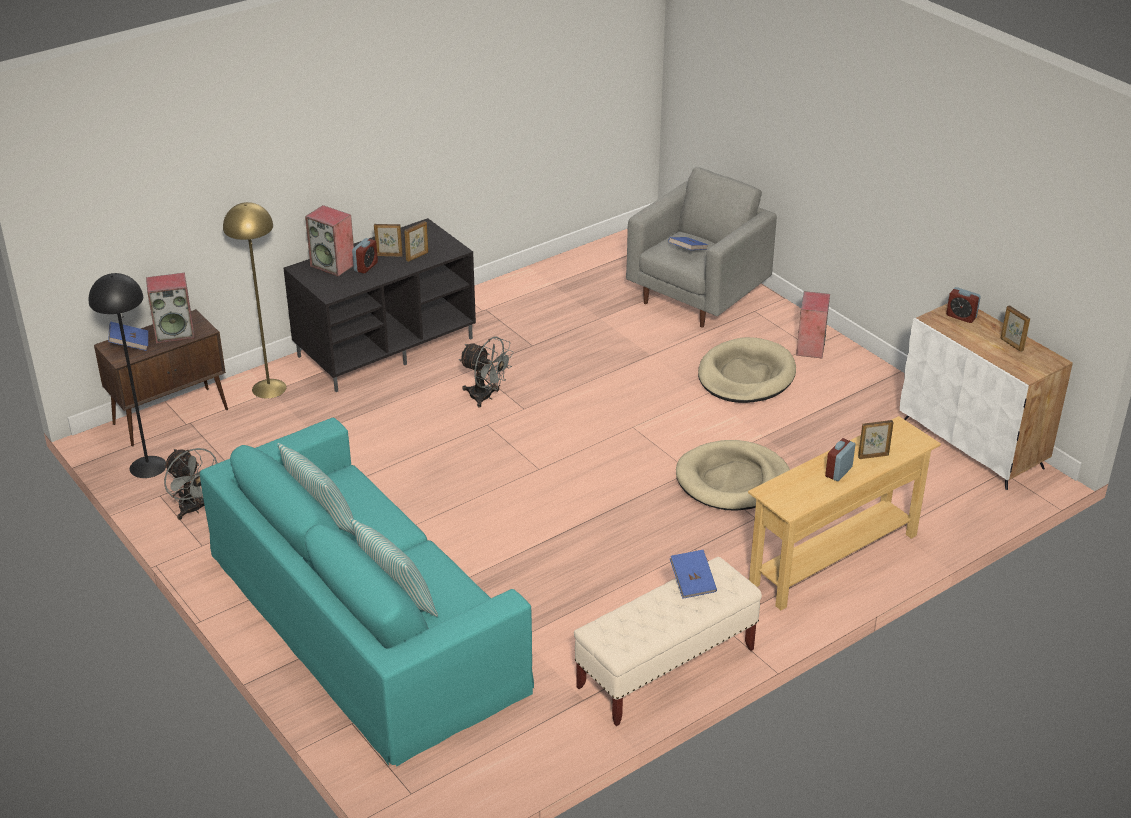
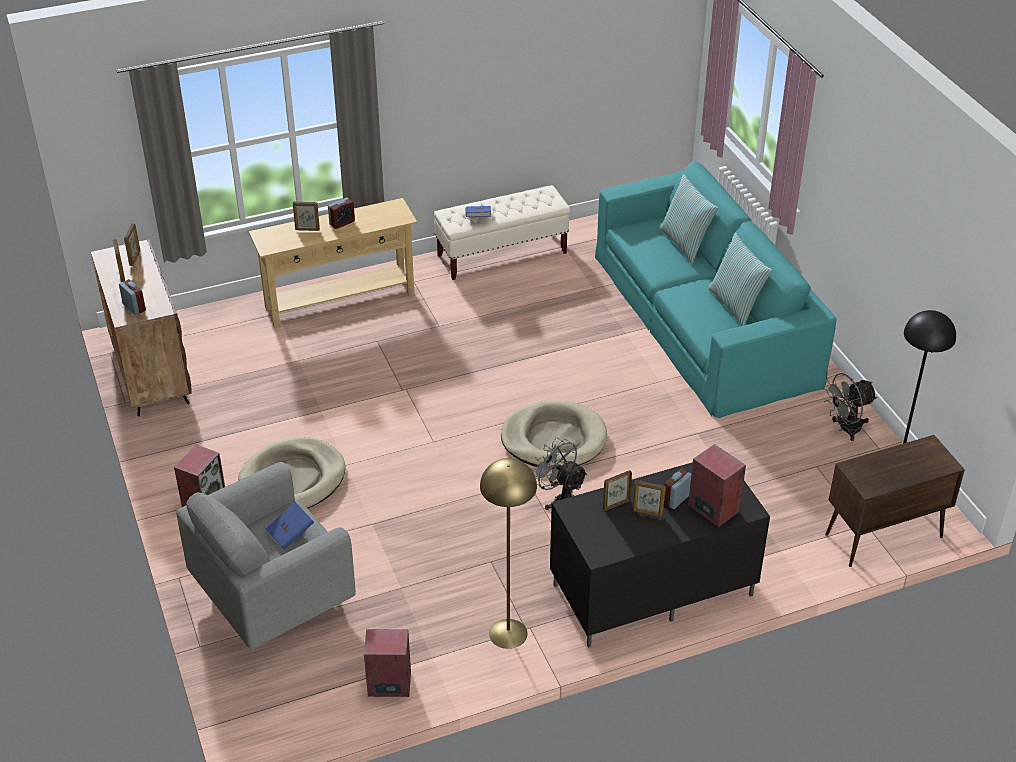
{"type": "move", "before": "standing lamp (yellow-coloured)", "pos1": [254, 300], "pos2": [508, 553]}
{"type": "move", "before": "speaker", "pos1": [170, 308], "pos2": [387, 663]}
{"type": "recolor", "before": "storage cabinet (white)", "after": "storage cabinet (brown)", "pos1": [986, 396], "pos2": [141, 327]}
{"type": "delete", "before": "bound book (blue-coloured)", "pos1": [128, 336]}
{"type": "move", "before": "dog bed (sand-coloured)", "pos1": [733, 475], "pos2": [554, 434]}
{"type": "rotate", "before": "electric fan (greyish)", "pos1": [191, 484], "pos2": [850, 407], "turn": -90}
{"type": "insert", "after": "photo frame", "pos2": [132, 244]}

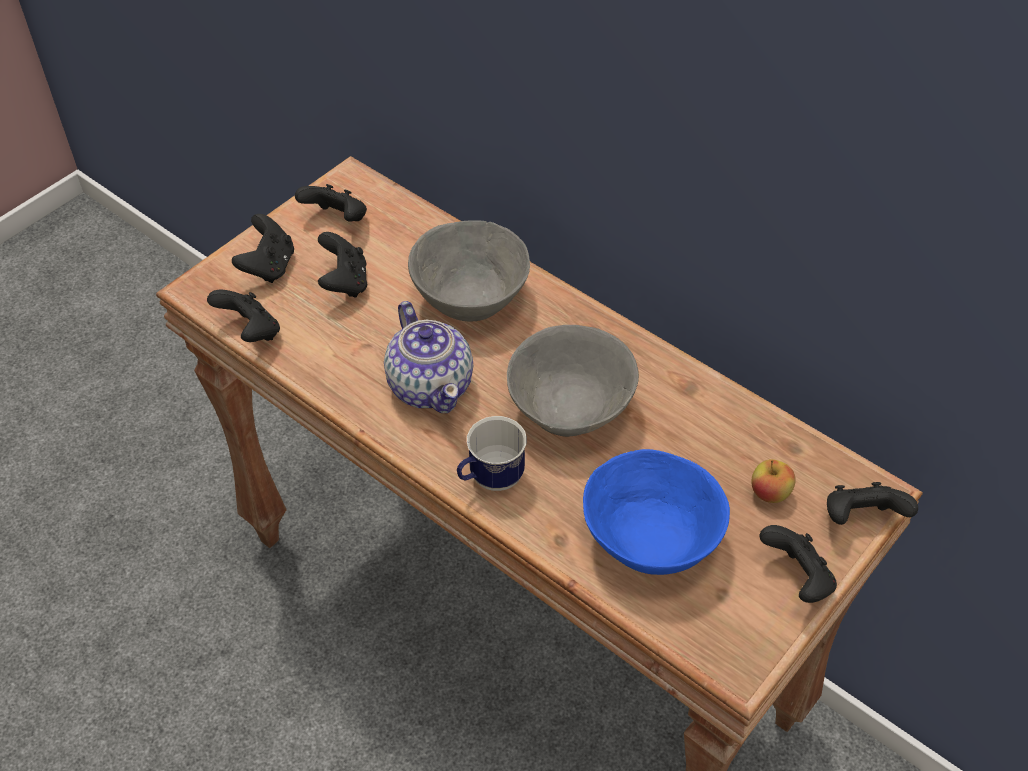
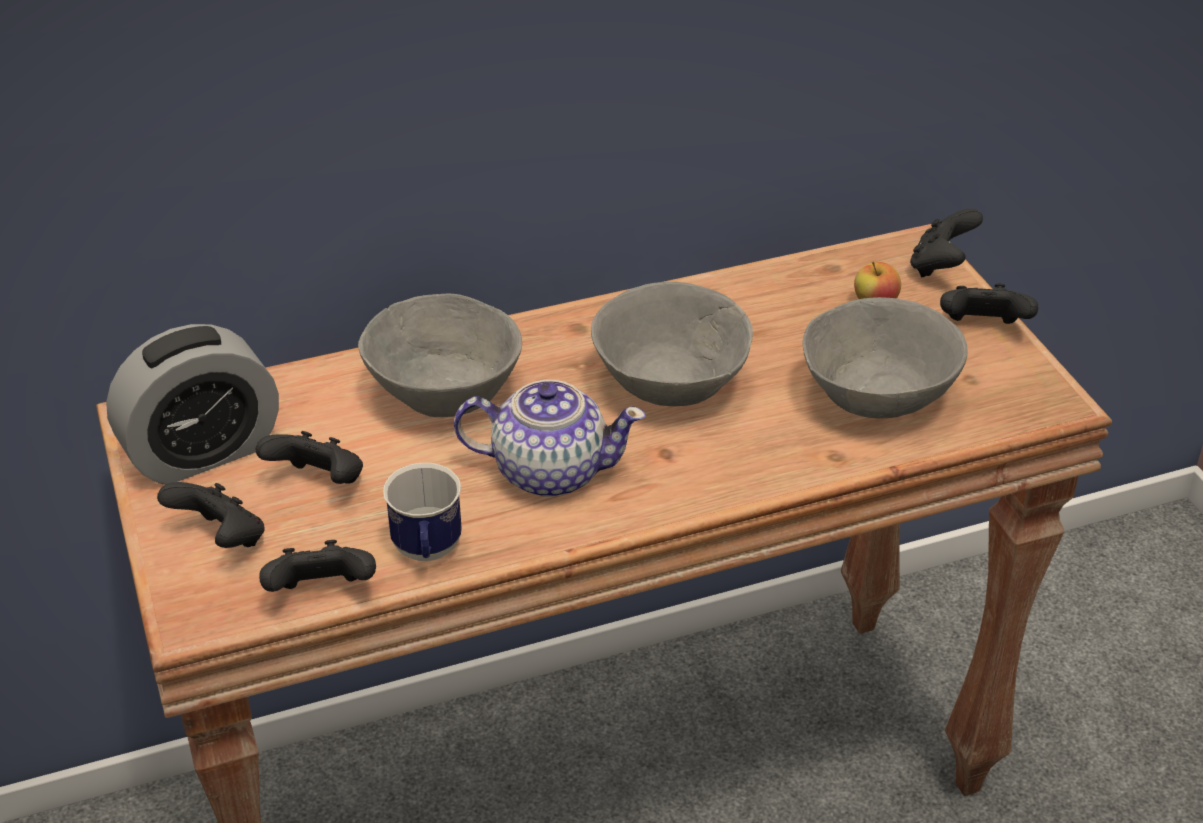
{"type": "replace", "before": "joypad (black-coloured)", "after": "bedside clock", "pos1": [331, 203], "pos2": [192, 404]}
{"type": "move", "before": "mug", "pos1": [492, 453], "pos2": [422, 512]}
{"type": "recolor", "before": "serving bowl (blue-coloured)", "after": "serving bowl (greyish)", "pos1": [656, 512], "pos2": [885, 357]}

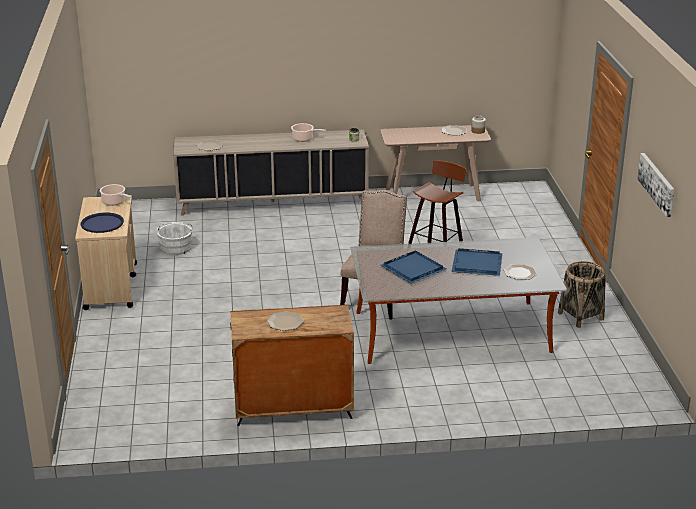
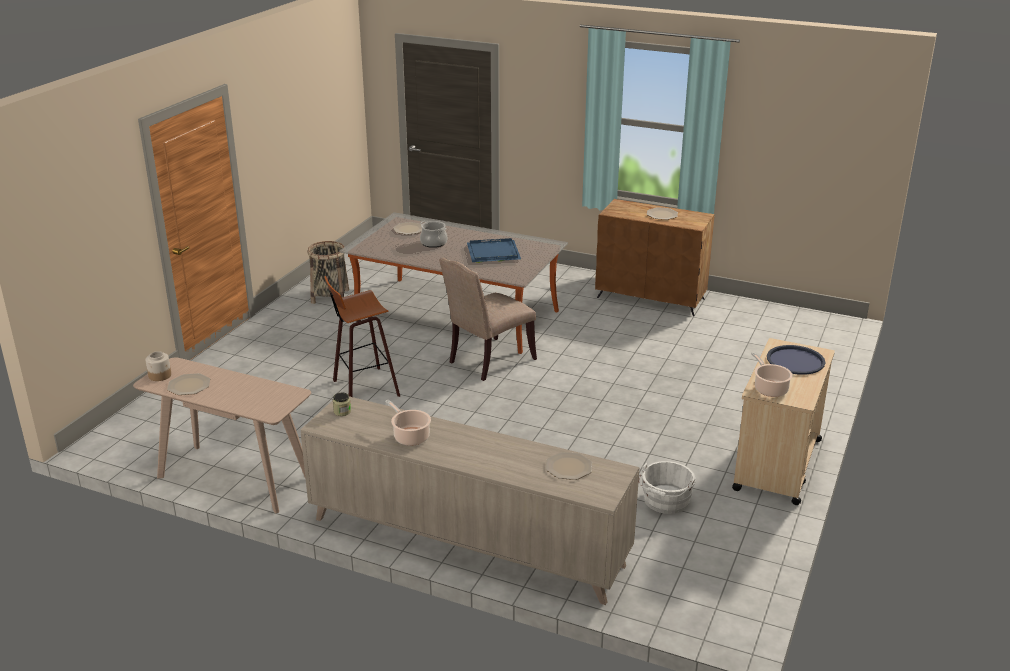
{"type": "delete", "before": "wall art", "pos1": [656, 185]}
{"type": "replace", "before": "tray (blue-coloured)", "after": "saucepot", "pos1": [476, 262], "pos2": [433, 234]}

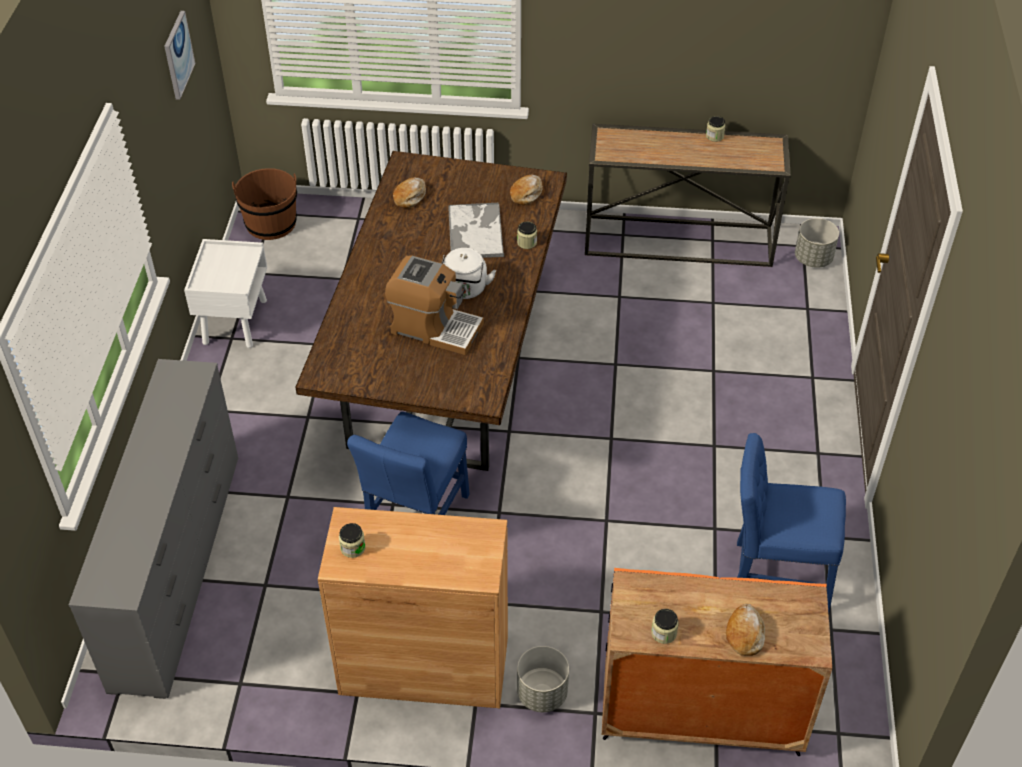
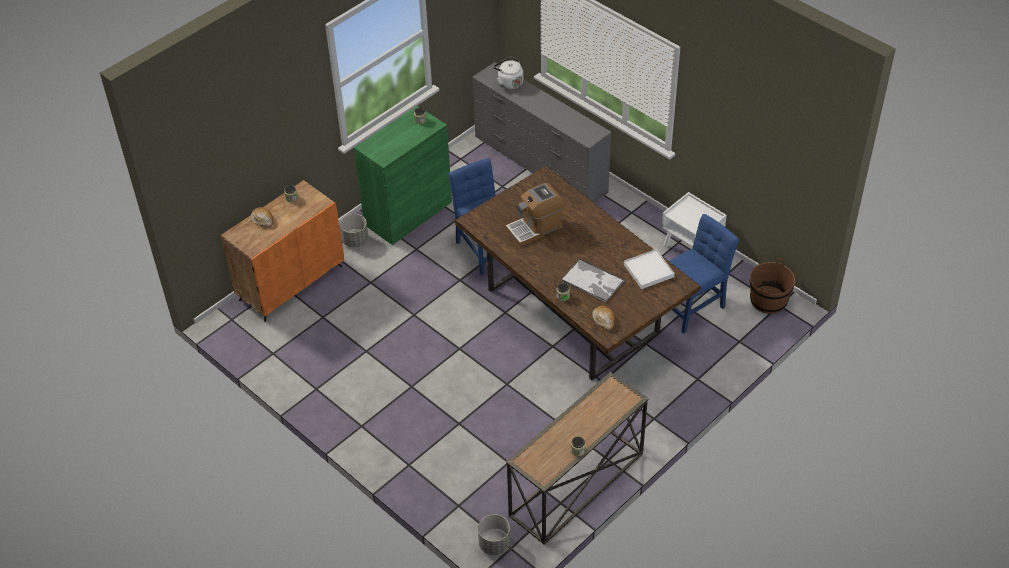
{"type": "delete", "before": "wall art", "pos1": [179, 55]}
{"type": "replace", "before": "baked bread", "after": "tray (white)", "pos1": [409, 193], "pos2": [649, 269]}
{"type": "move", "before": "kettle (white)", "pos1": [468, 273], "pos2": [508, 73]}
{"type": "move", "before": "chair (blue-coloured)", "pos1": [791, 523], "pos2": [704, 273]}
{"type": "recolor", "before": "storage cabinet (brown)", "after": "storage cabinet (green-coloured)", "pos1": [413, 607], "pos2": [403, 175]}

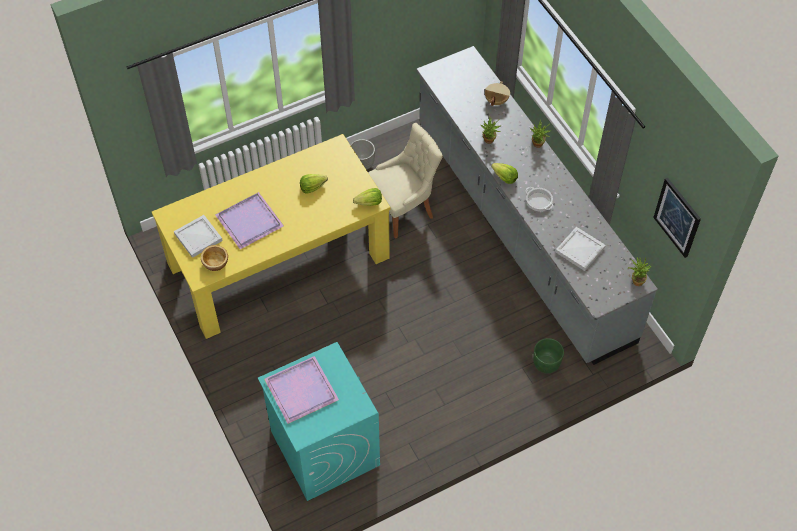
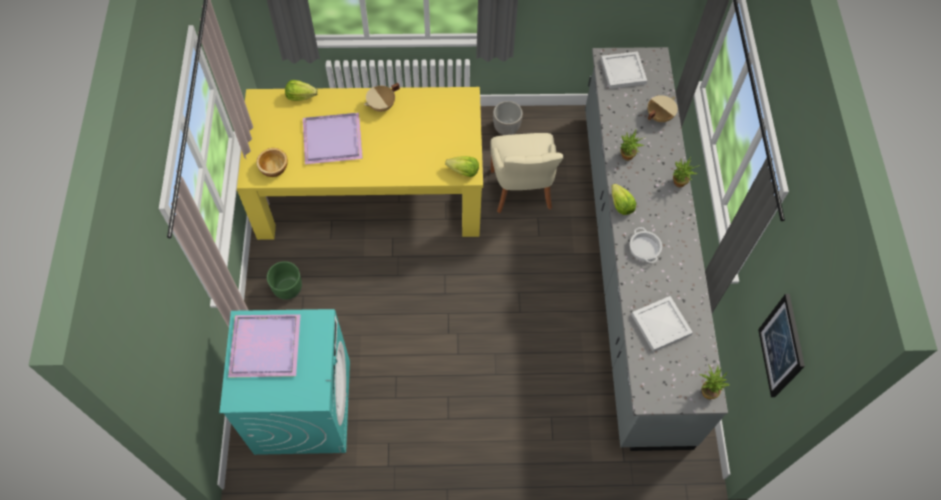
{"type": "rotate", "before": "chair (sand-coloured)", "pos1": [405, 181], "pos2": [527, 173], "turn": 90}
{"type": "move", "before": "lettuce head", "pos1": [314, 184], "pos2": [301, 90]}
{"type": "move", "before": "tray (white)", "pos1": [198, 236], "pos2": [624, 70]}
{"type": "move", "before": "plant pot (green-coloured)", "pos1": [548, 356], "pos2": [284, 280]}
{"type": "insert", "after": "saucepot (sand-coloured)", "pos2": [382, 97]}

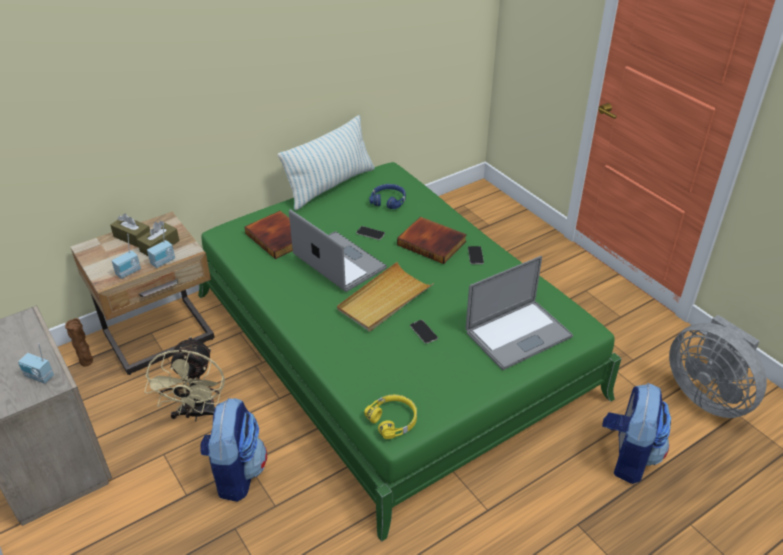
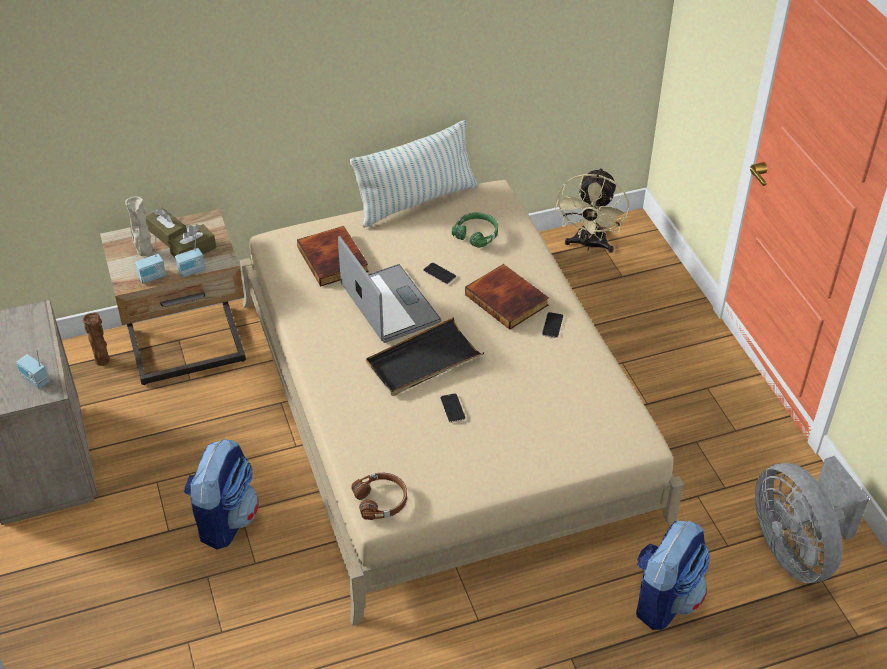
{"type": "recolor", "before": "sleeping bed (green-coloured)", "after": "sleeping bed (sand-coloured)", "pos1": [410, 352], "pos2": [462, 403]}
{"type": "recolor", "before": "headset (blue-coloured)", "after": "headset (green-coloured)", "pos1": [387, 196], "pos2": [475, 230]}
{"type": "delete", "before": "laptop", "pos1": [519, 313]}
{"type": "recolor", "before": "tray (sand-coloured)", "after": "tray (black-coloured)", "pos1": [385, 297], "pos2": [425, 356]}
{"type": "move", "before": "electric fan (sand-coloured)", "pos1": [184, 379], "pos2": [592, 210]}
{"type": "recolor", "before": "headset (yellow-coloured)", "after": "headset (brown)", "pos1": [390, 417], "pos2": [379, 496]}
{"type": "insert", "after": "flower vase (sand-coloured)", "pos2": [138, 226]}

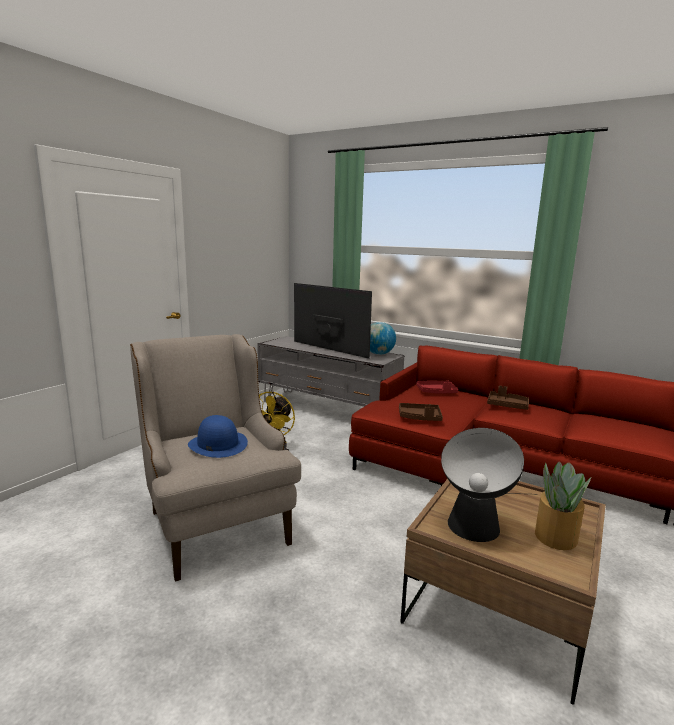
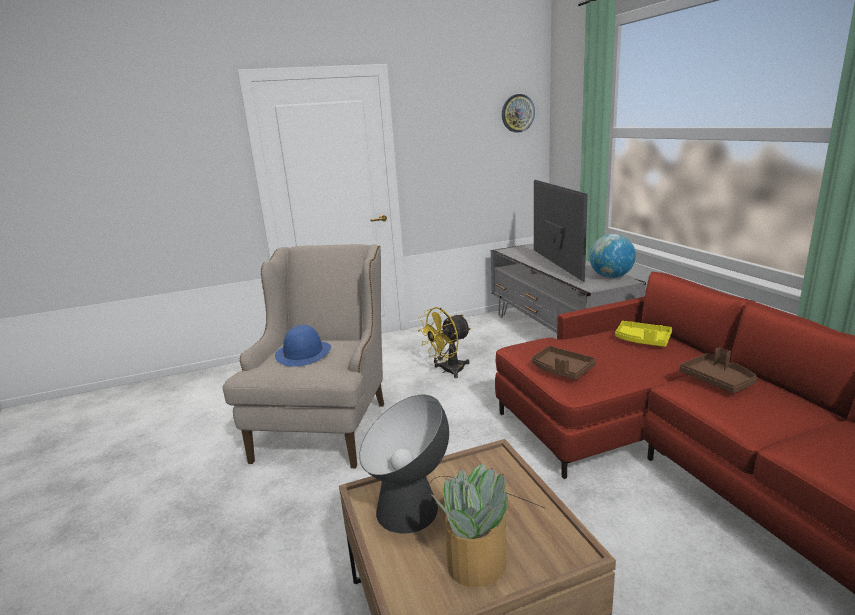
{"type": "recolor", "before": "tray (red-coloured)", "after": "tray (yellow-coloured)", "pos1": [437, 386], "pos2": [643, 334]}
{"type": "insert", "after": "clock on the wall", "pos2": [518, 113]}

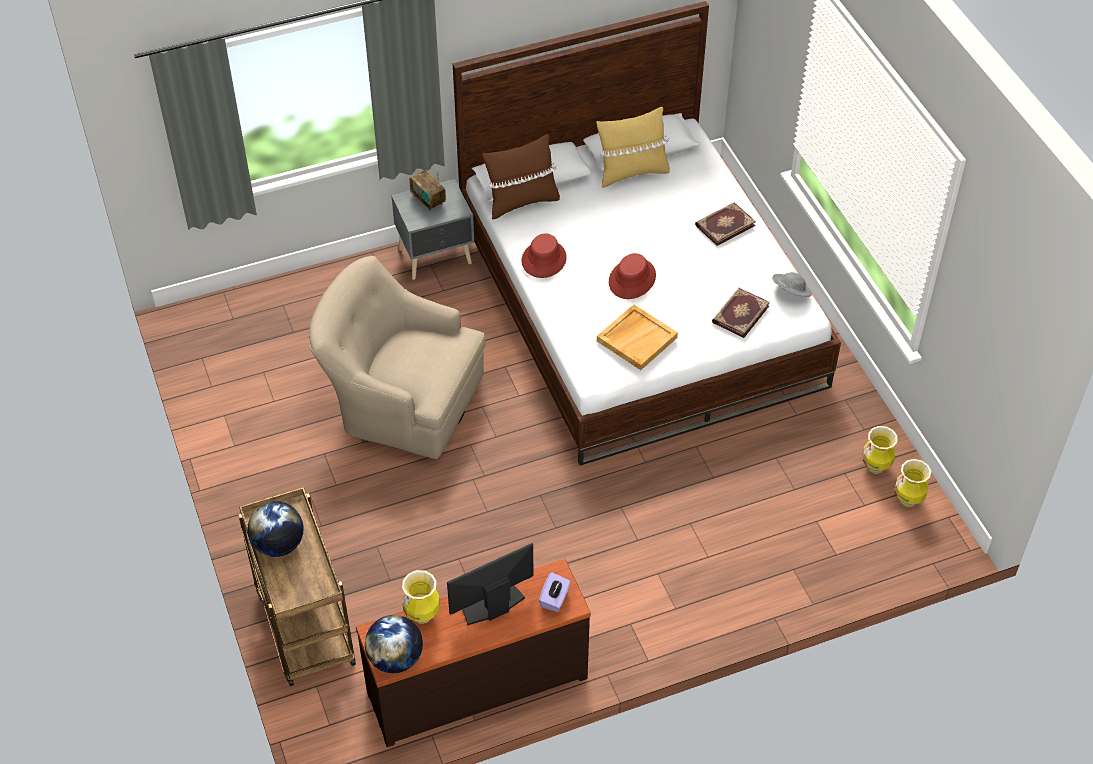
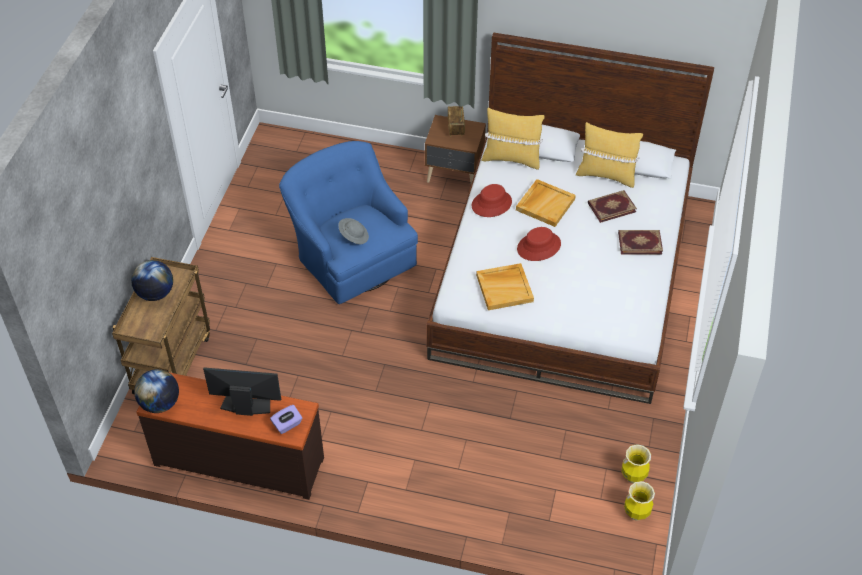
{"type": "recolor", "before": "throw pillow (brown)", "after": "throw pillow (yellow-coloured)", "pos1": [521, 177], "pos2": [513, 138]}
{"type": "recolor", "before": "night table (greyish)", "after": "night table (brown)", "pos1": [432, 229], "pos2": [455, 149]}
{"type": "recolor", "before": "lounge chair (sand-coloured)", "after": "lounge chair (blue-coloured)", "pos1": [397, 357], "pos2": [348, 222]}
{"type": "move", "before": "wearable hat (greyish)", "pos1": [792, 284], "pos2": [353, 231]}
{"type": "move", "before": "bound book", "pos1": [741, 313], "pos2": [612, 206]}
{"type": "delete", "before": "flower vase", "pos1": [421, 597]}
{"type": "insert", "after": "tray (sand-coloured)", "pos2": [546, 203]}

